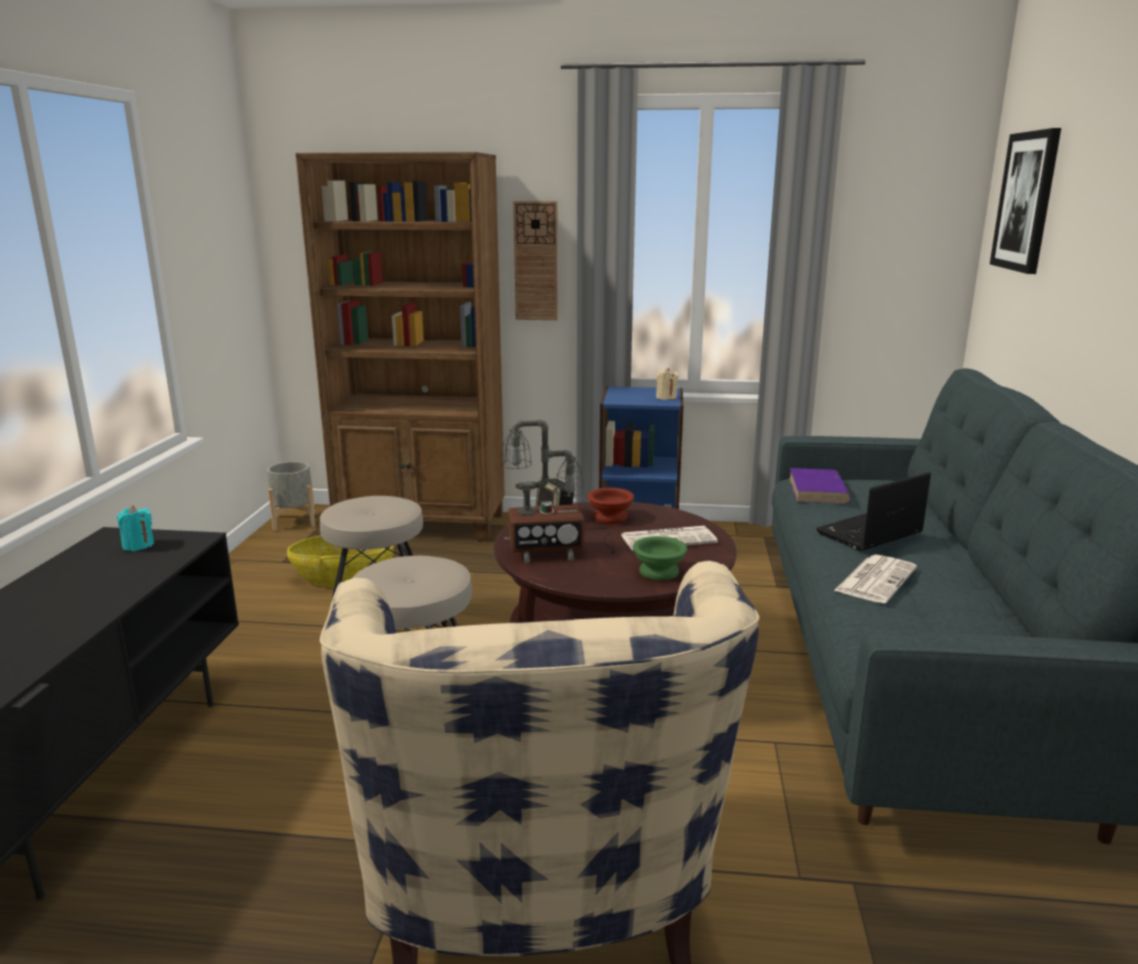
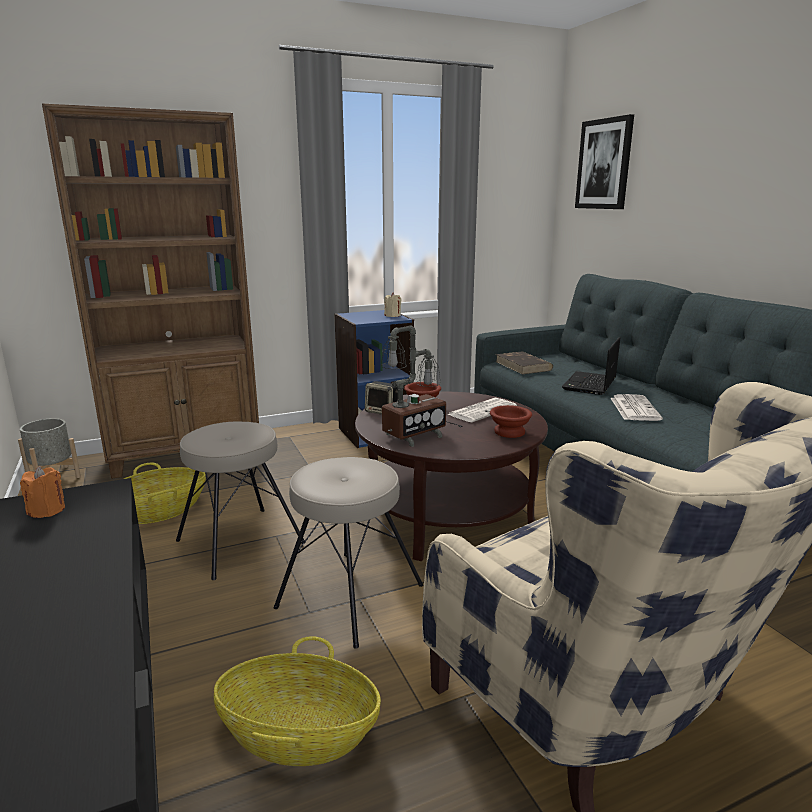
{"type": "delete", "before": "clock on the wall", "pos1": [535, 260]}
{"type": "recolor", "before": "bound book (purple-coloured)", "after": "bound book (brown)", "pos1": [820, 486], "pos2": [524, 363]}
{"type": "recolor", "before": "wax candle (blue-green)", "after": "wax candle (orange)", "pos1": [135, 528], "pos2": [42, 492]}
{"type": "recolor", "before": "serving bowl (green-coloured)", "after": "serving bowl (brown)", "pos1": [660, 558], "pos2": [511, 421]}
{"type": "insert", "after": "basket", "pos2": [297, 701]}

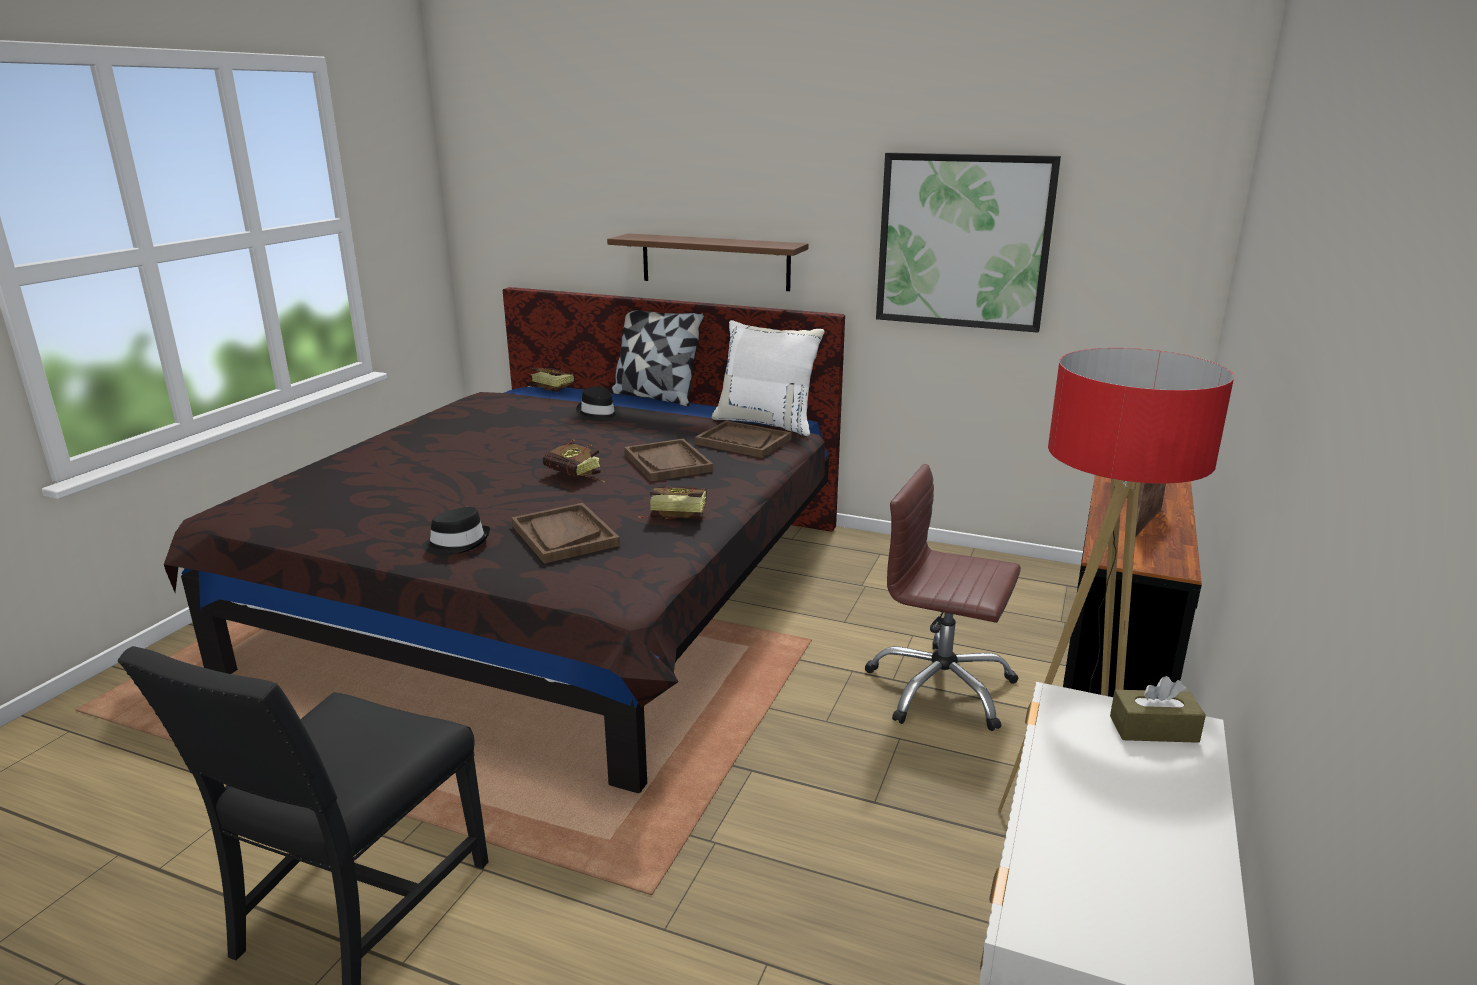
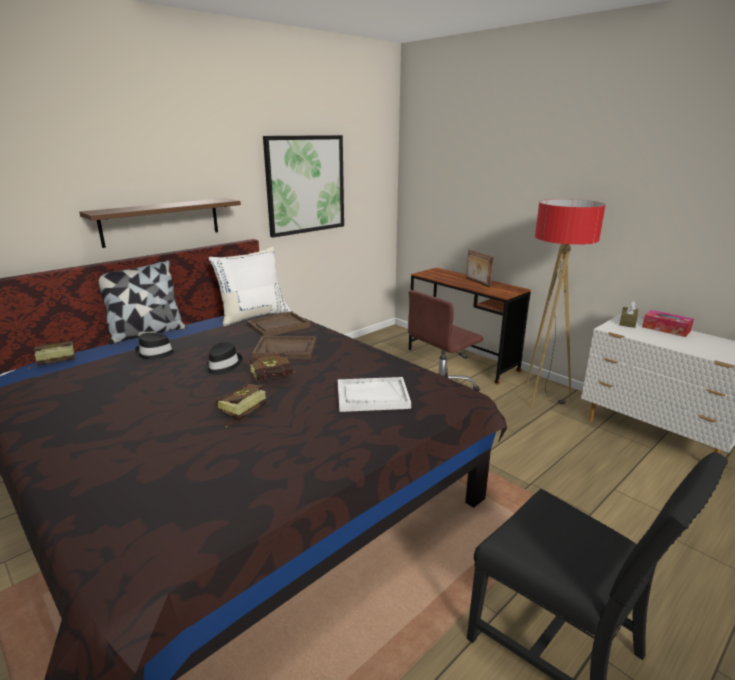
{"type": "move", "before": "bound book", "pos1": [672, 502], "pos2": [241, 406]}
{"type": "recolor", "before": "tray (brown)", "after": "tray (white)", "pos1": [565, 533], "pos2": [374, 394]}
{"type": "move", "before": "wearable hat (black-coloured)", "pos1": [456, 531], "pos2": [223, 359]}
{"type": "insert", "after": "tissue box", "pos2": [668, 323]}

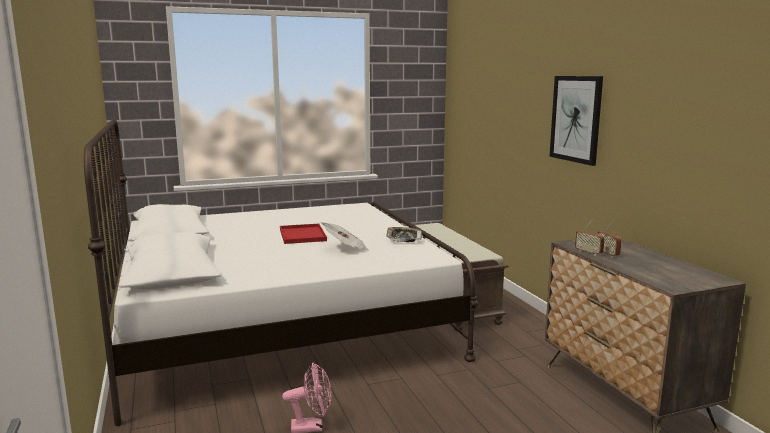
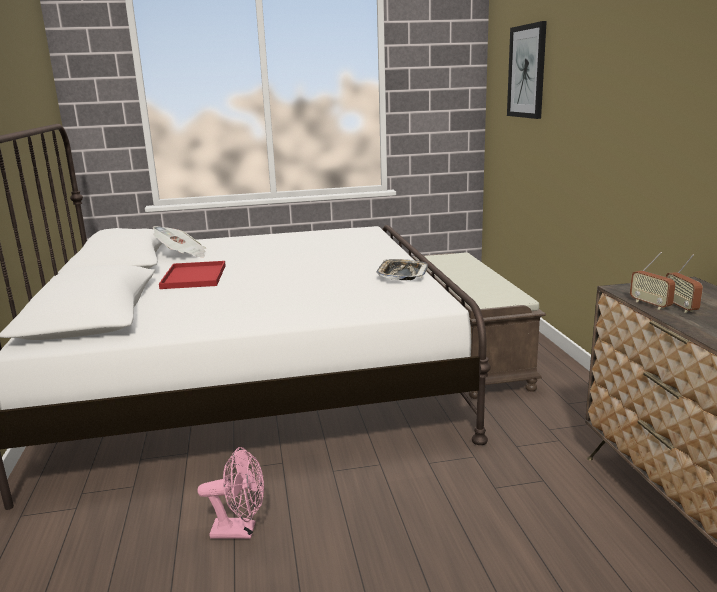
{"type": "move", "before": "wall art", "pos1": [576, 121], "pos2": [527, 70]}
{"type": "move", "before": "newspaper", "pos1": [345, 236], "pos2": [179, 241]}
{"type": "move", "before": "tray (red-coloured)", "pos1": [303, 234], "pos2": [192, 275]}

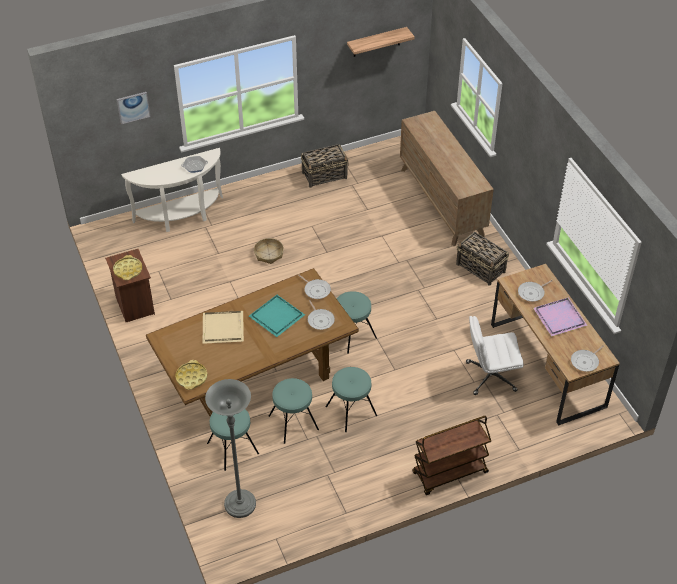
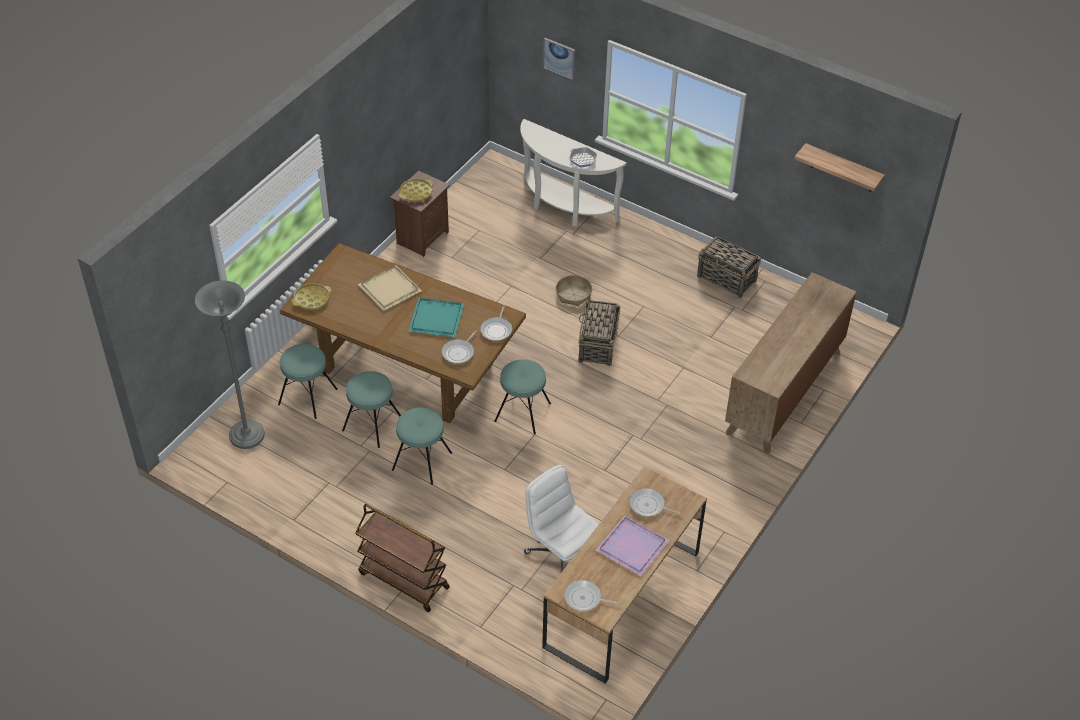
{"type": "move", "before": "basket", "pos1": [482, 259], "pos2": [599, 332]}

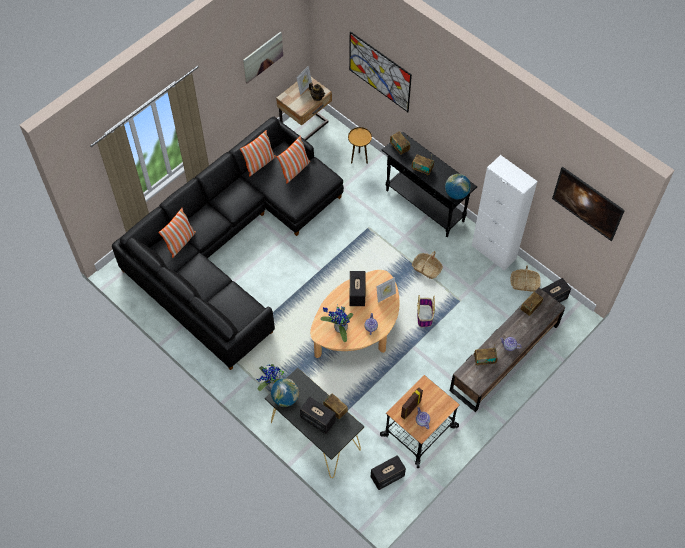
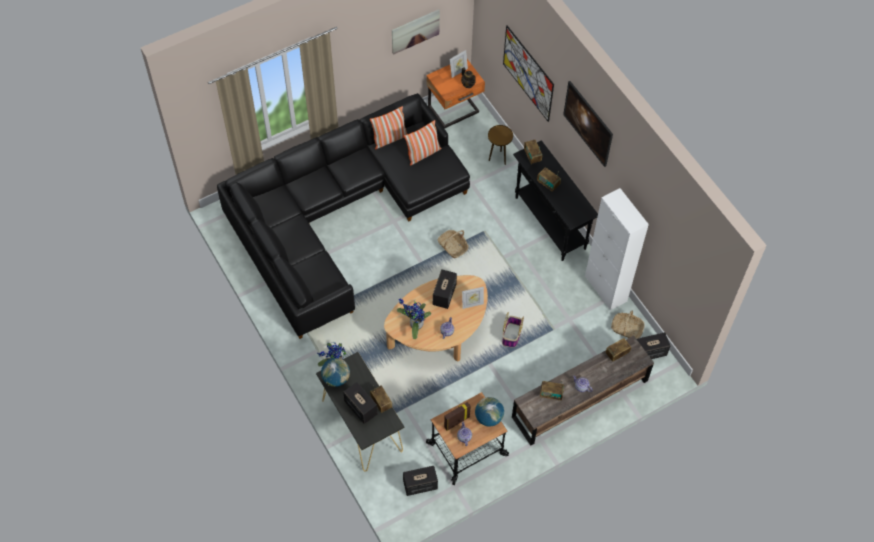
{"type": "recolor", "before": "night table (sand-coloured)", "after": "night table (orange)", "pos1": [304, 108], "pos2": [455, 94]}
{"type": "move", "before": "wall art", "pos1": [588, 204], "pos2": [588, 124]}
{"type": "move", "before": "desk globe", "pos1": [458, 186], "pos2": [489, 412]}
{"type": "delete", "before": "throw pillow", "pos1": [177, 233]}
{"type": "move", "before": "basket", "pos1": [427, 265], "pos2": [452, 244]}

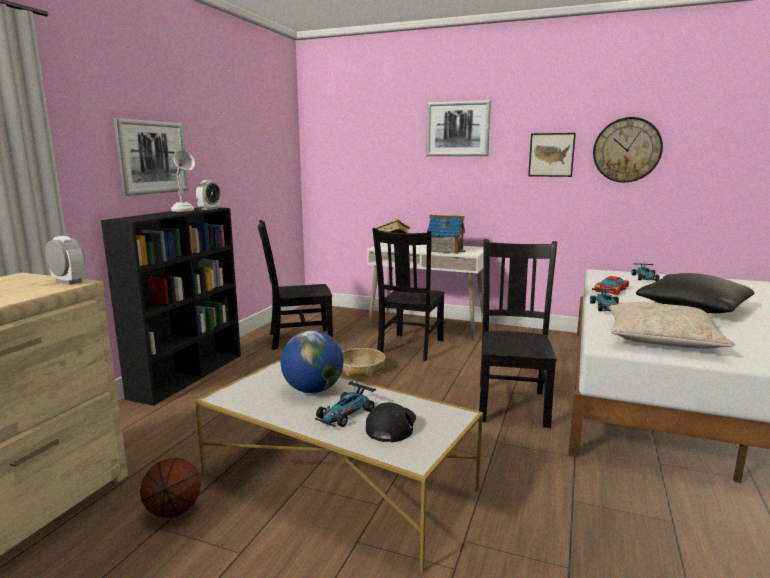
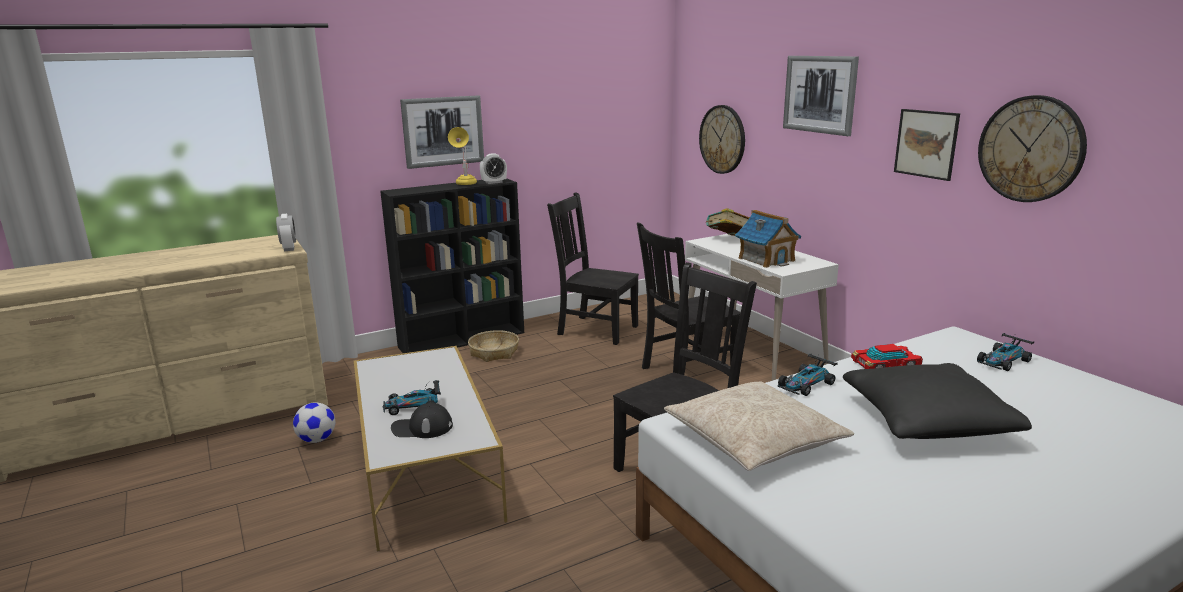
{"type": "recolor", "before": "lamp for a table (white)", "after": "lamp for a table (yellow-coloured)", "pos1": [183, 181], "pos2": [462, 156]}
{"type": "delete", "before": "desk globe", "pos1": [312, 361]}
{"type": "move", "before": "basket", "pos1": [363, 362], "pos2": [493, 346]}
{"type": "rotate", "before": "cap (black-coloured)", "pos1": [391, 422], "pos2": [422, 420], "turn": -150}
{"type": "replace", "before": "basketball ball", "after": "ball for football", "pos1": [170, 488], "pos2": [314, 422]}
{"type": "insert", "after": "clock on the wall", "pos2": [722, 139]}

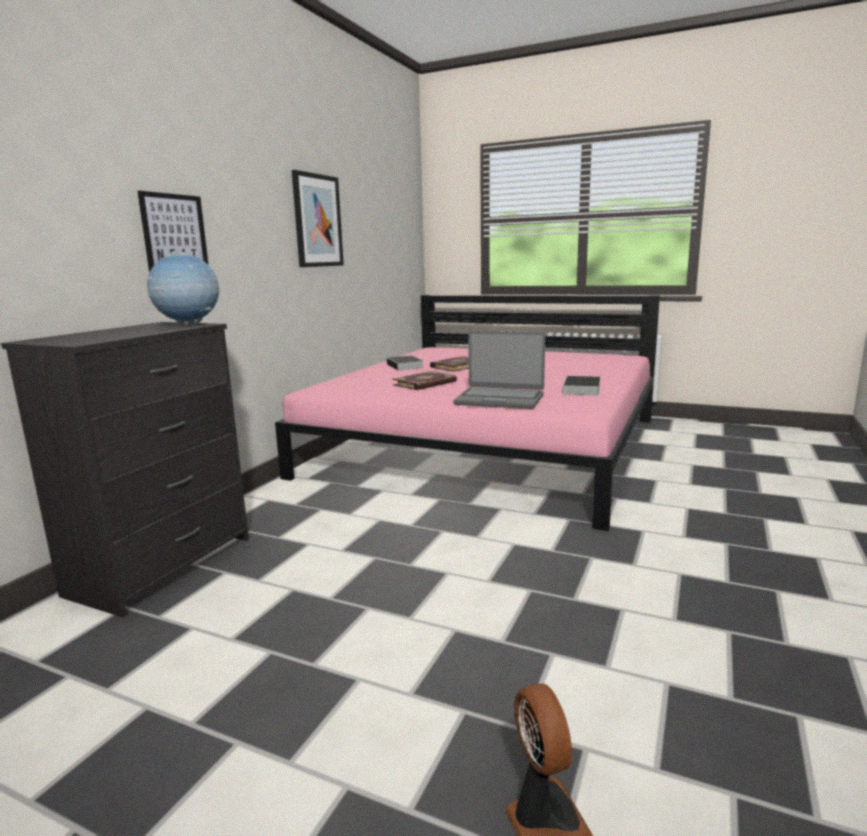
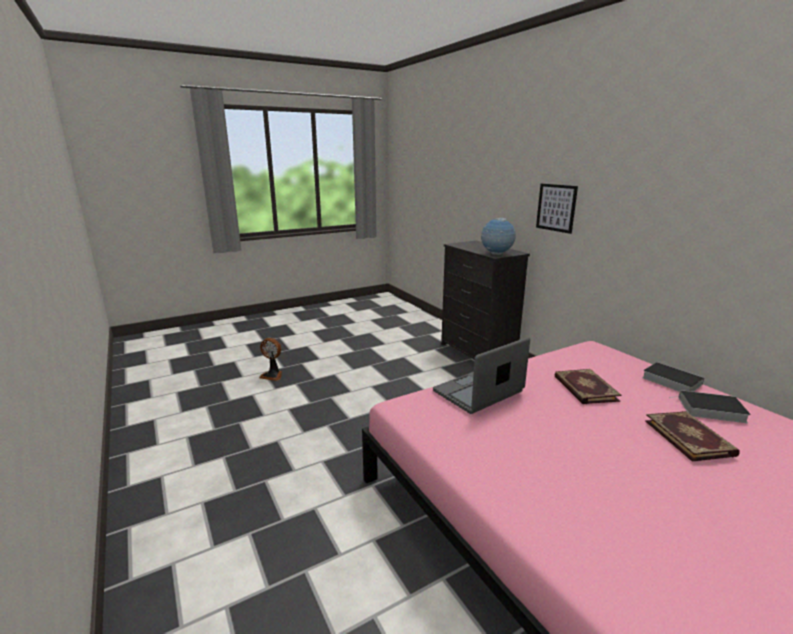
{"type": "delete", "before": "wall art", "pos1": [318, 218]}
{"type": "move", "before": "bound book", "pos1": [581, 386], "pos2": [673, 377]}

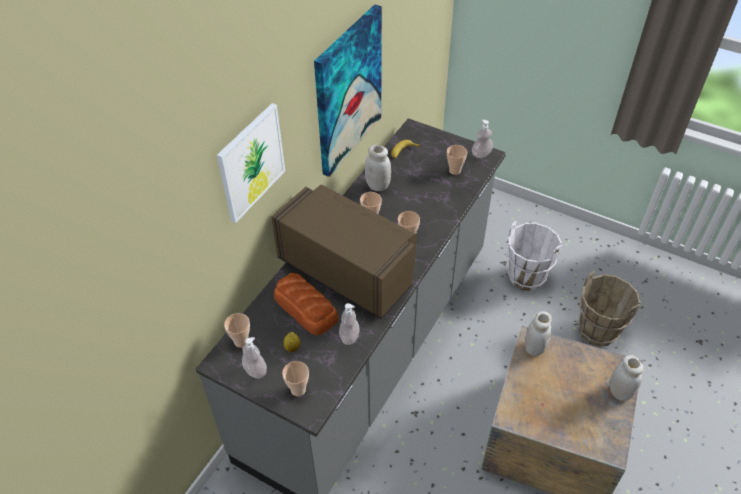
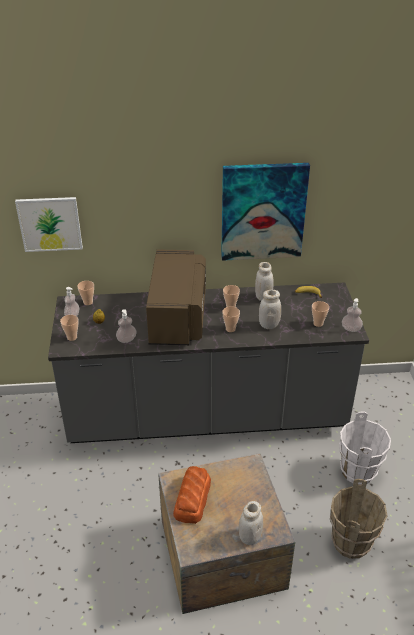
{"type": "move", "before": "wall art", "pos1": [251, 163], "pos2": [49, 224]}
{"type": "move", "before": "baked bread", "pos1": [306, 304], "pos2": [192, 495]}
{"type": "move", "before": "jar (white)", "pos1": [538, 333], "pos2": [270, 309]}

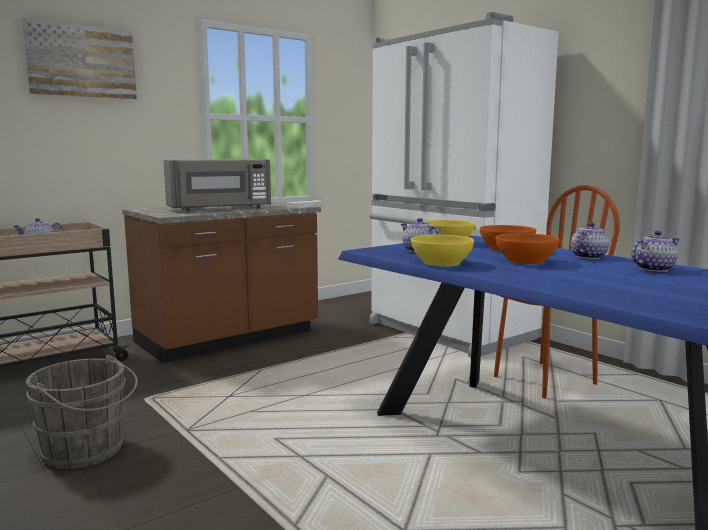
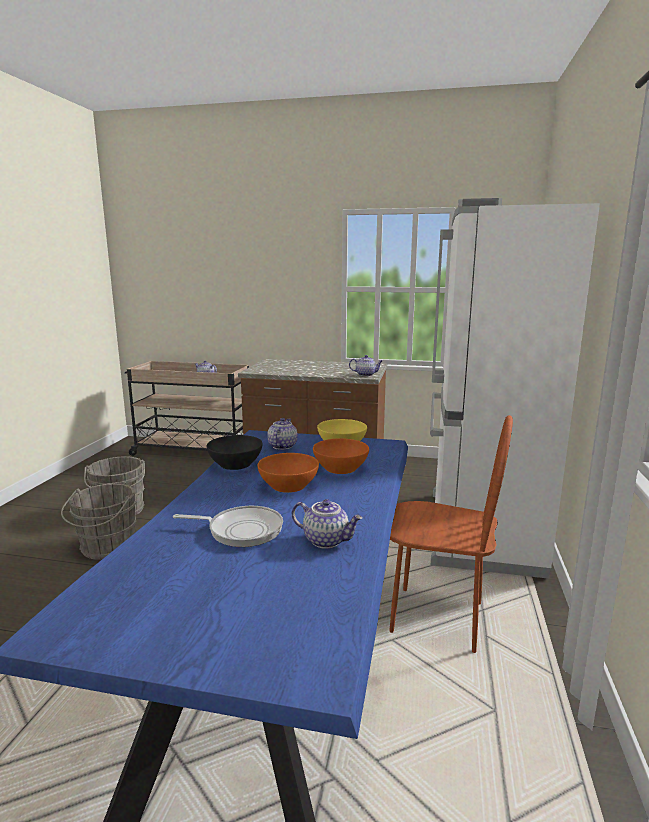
{"type": "delete", "before": "wall art", "pos1": [79, 58]}
{"type": "delete", "before": "microwave (greyish)", "pos1": [217, 185]}
{"type": "move", "before": "tea pot", "pos1": [590, 240], "pos2": [366, 365]}
{"type": "recolor", "before": "serving bowl (yellow-coloured)", "after": "serving bowl (black-coloured)", "pos1": [442, 251], "pos2": [235, 452]}
{"type": "insert", "after": "water bucket (greyish)", "pos2": [99, 522]}
{"type": "insert", "after": "skillet", "pos2": [228, 526]}

